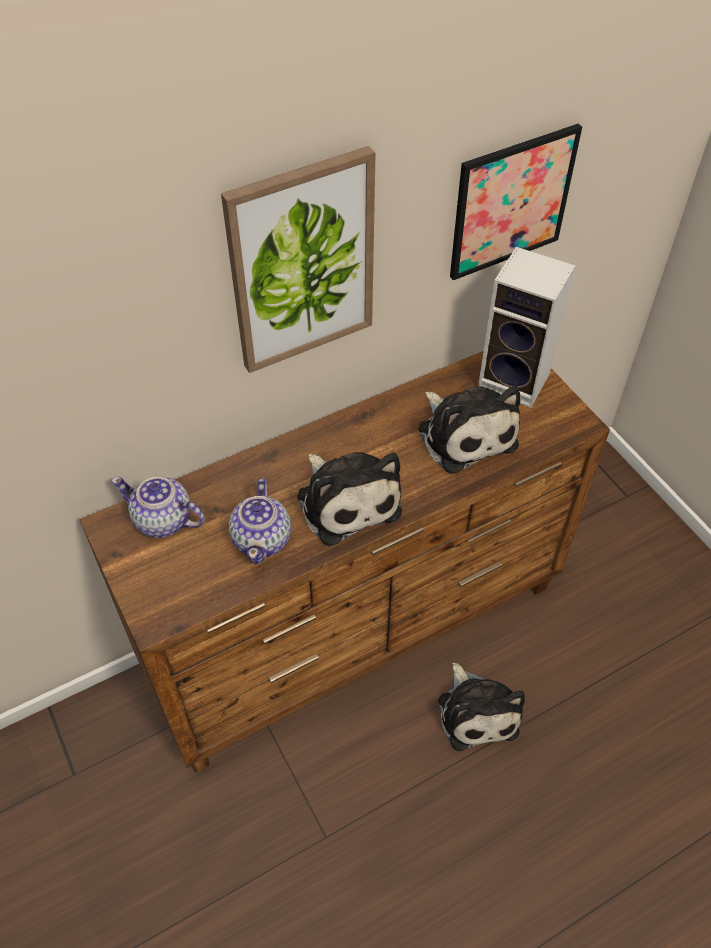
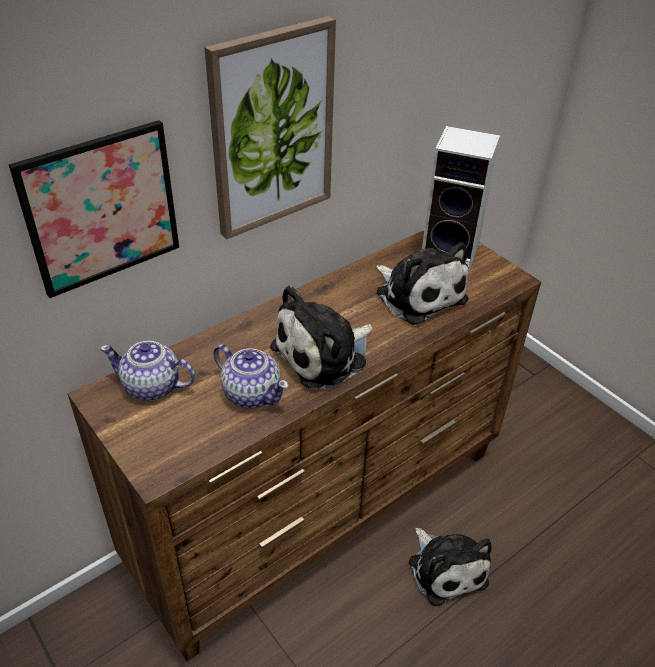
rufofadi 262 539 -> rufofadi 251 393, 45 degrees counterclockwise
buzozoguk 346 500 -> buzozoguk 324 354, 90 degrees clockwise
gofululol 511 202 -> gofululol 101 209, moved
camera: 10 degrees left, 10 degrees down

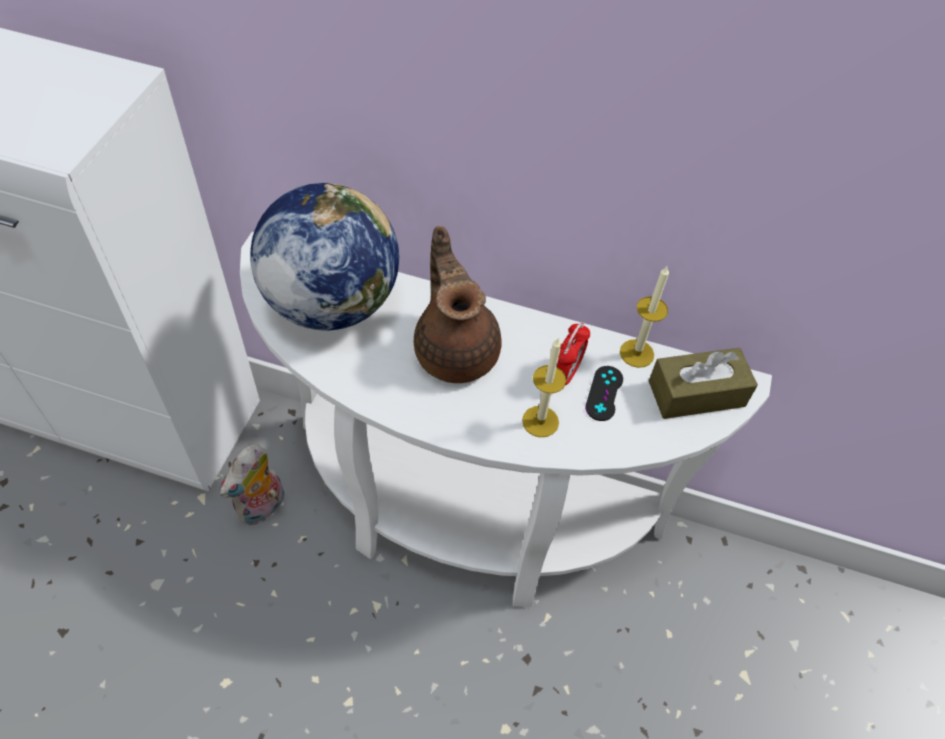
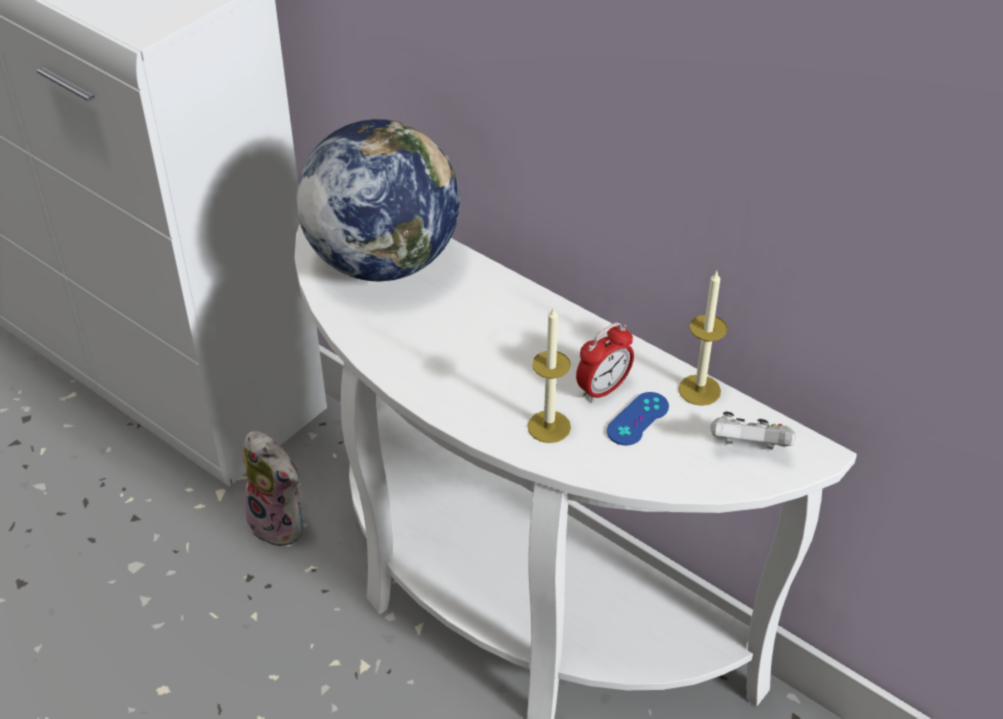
buzozoguk 262 508 -> buzozoguk 281 523, 105 degrees counterclockwise
brown rufofadi 456 349 -> none
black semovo 604 393 -> blue semovo 638 419
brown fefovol 696 393 -> white semovo 749 447
camera: 25 degrees right, 10 degrees down

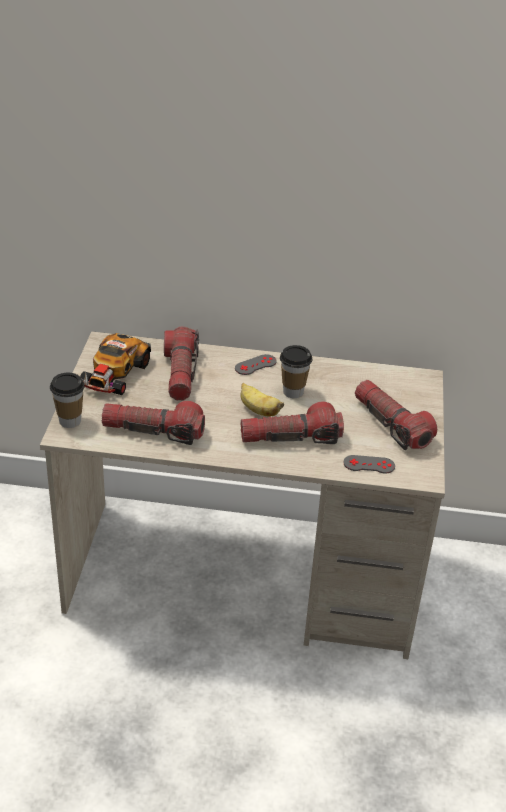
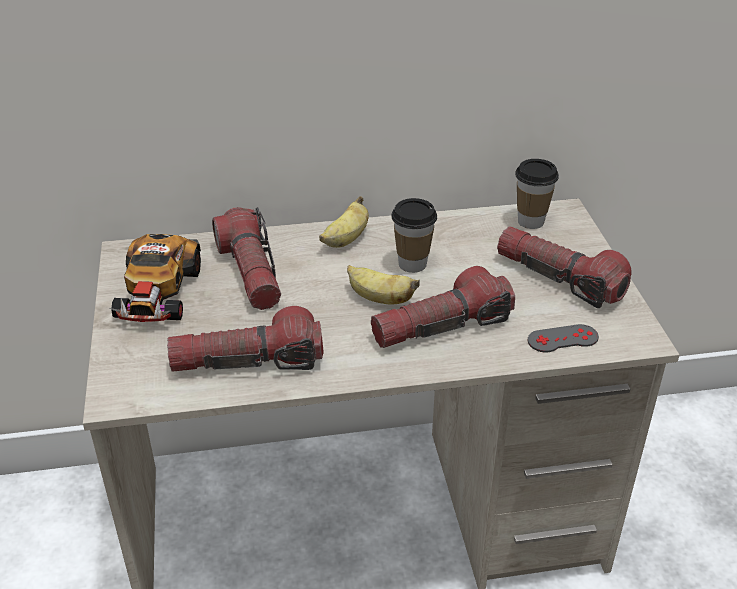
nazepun 70 421 -> nazepun 530 221, moved
grey semovo 255 365 -> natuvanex 346 240
camera: 15 degrees left, 0 degrees up

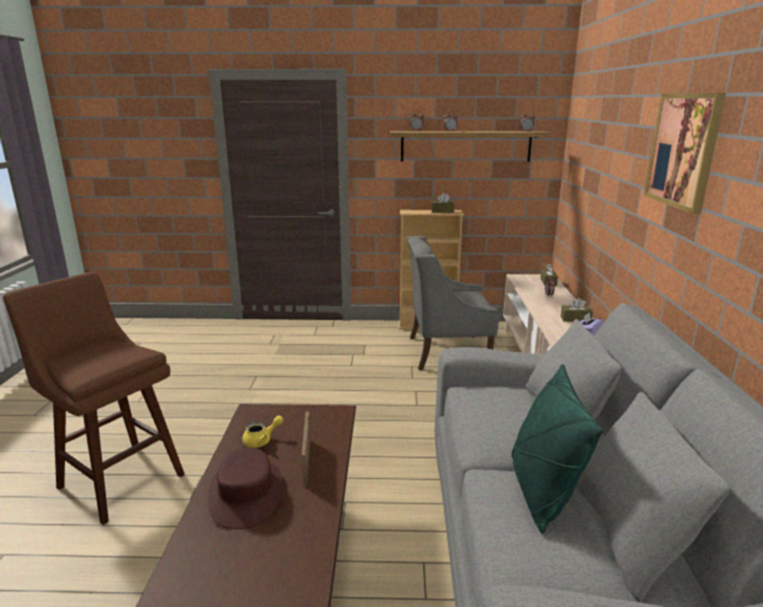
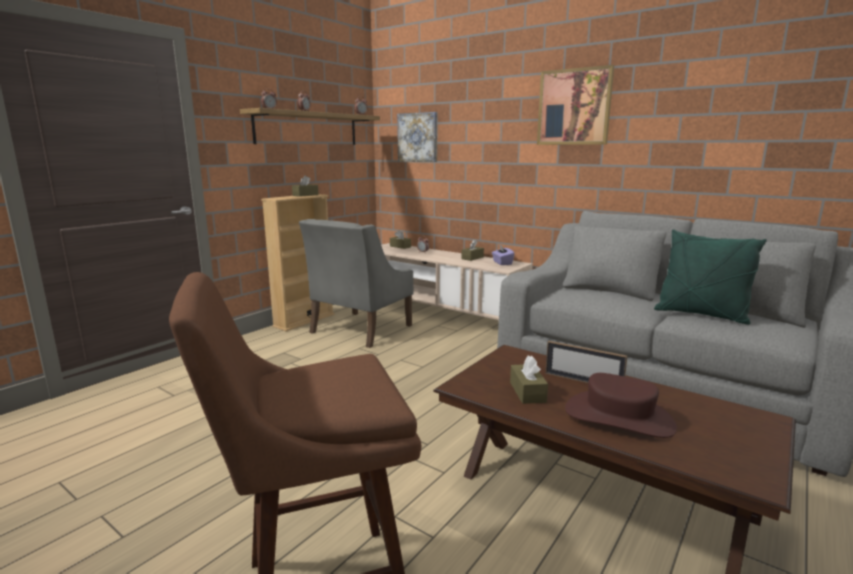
yellow rufofadi 262 440 -> brown fefovol 527 392
none -> gofululol 418 137
camera: 55 degrees left, 5 degrees down

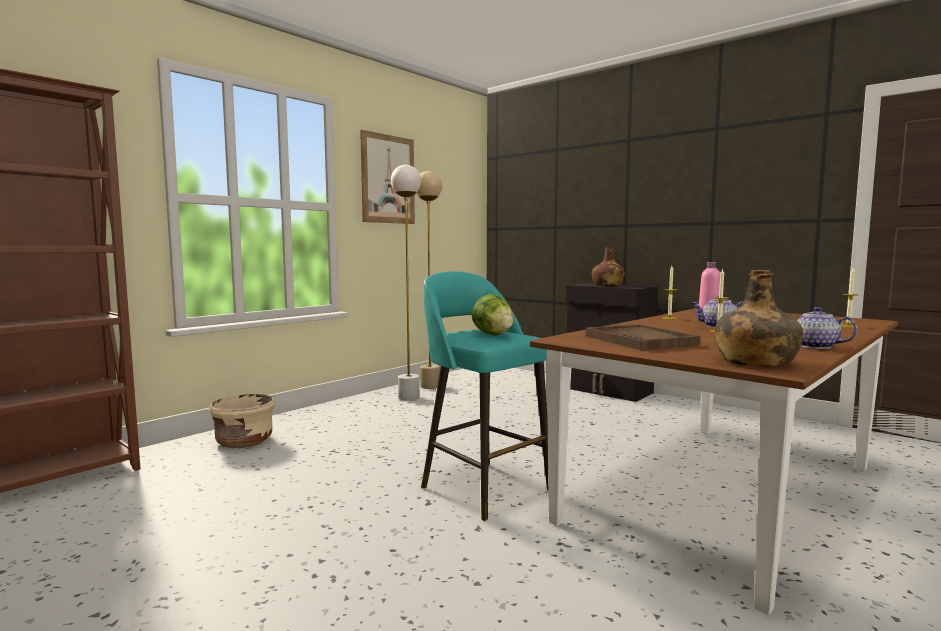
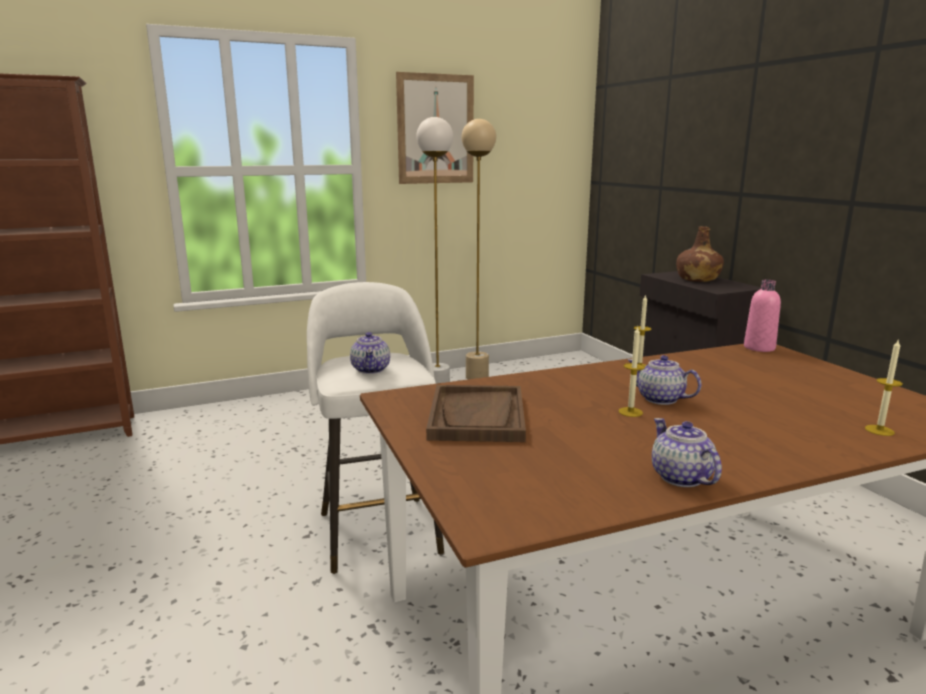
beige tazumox 244 441 -> none
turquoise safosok 483 487 -> white safosok 379 530
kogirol 493 335 -> rufofadi 371 369
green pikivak 754 362 -> none
camera: 25 degrees right, 10 degrees up

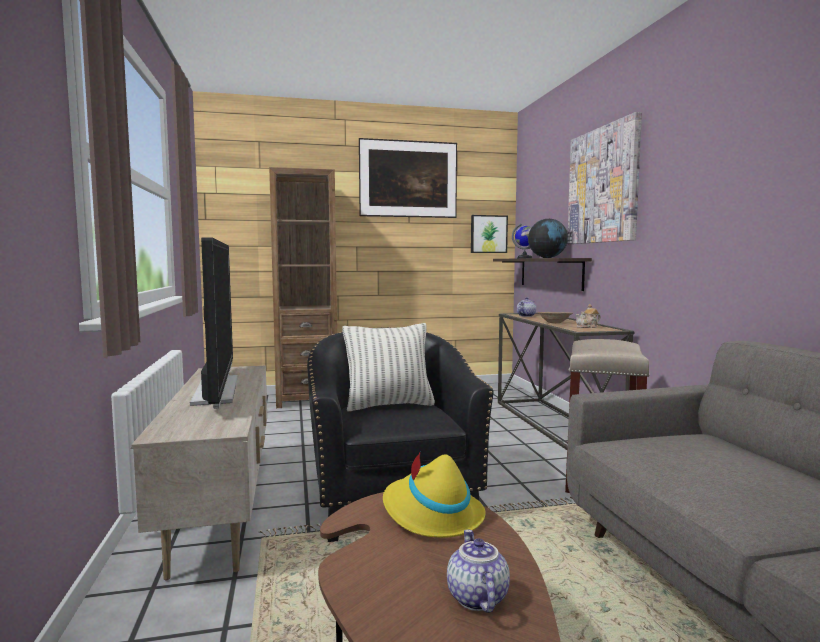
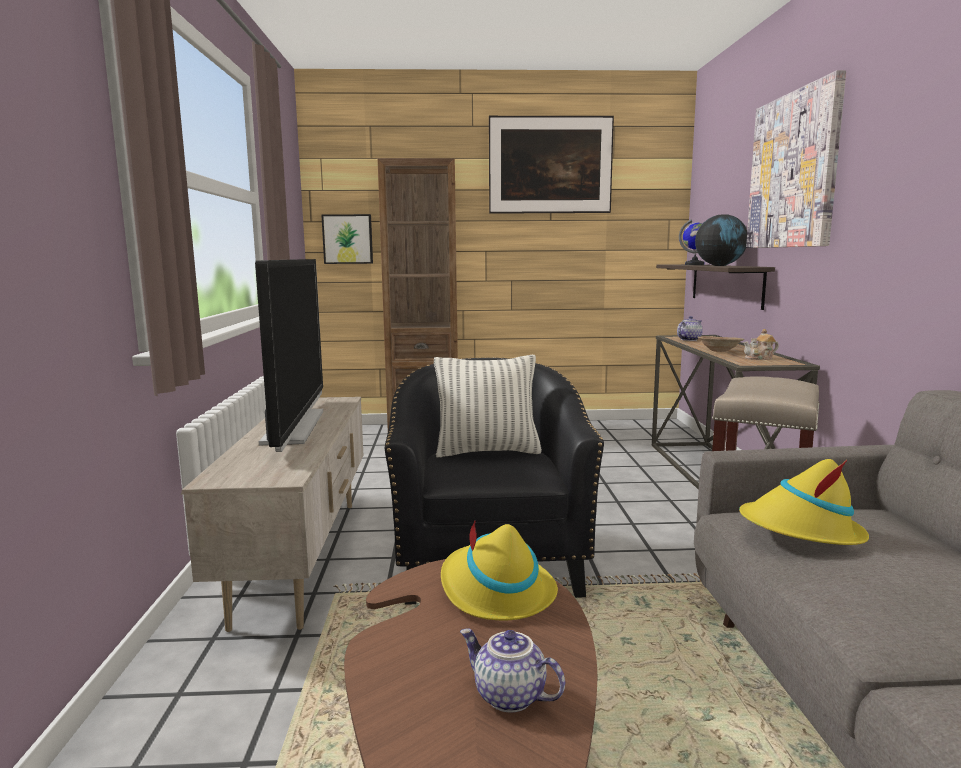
rufofadi 475 597 -> rufofadi 508 696, 60 degrees counterclockwise
gofululol 488 234 -> gofululol 347 239, moved
none -> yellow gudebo 801 531
camera: 10 degrees right, 5 degrees up

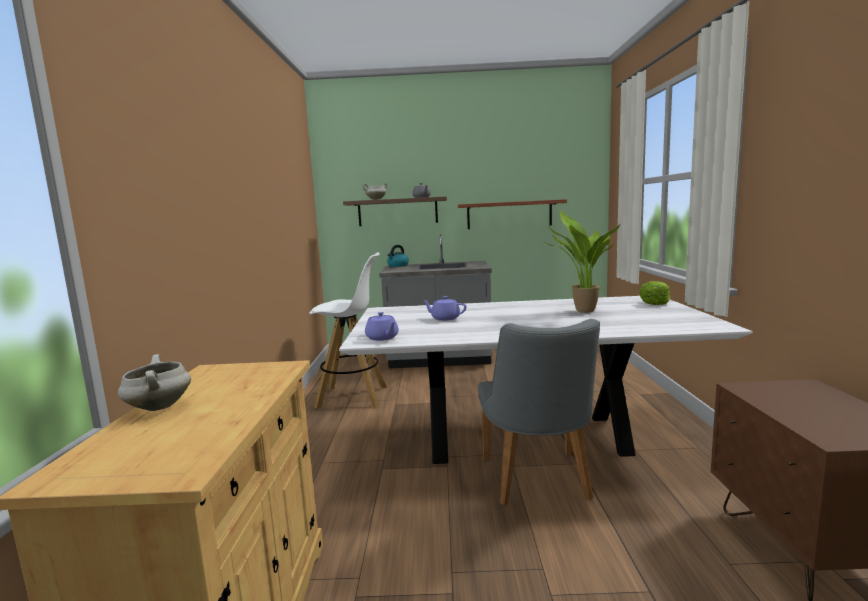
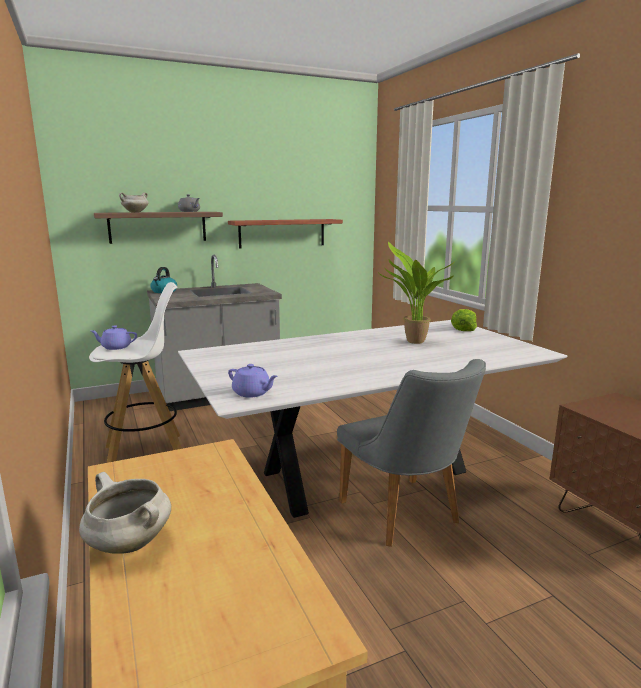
purple rufofadi 445 318 -> purple rufofadi 115 347, moved
camera: 25 degrees left, 5 degrees up

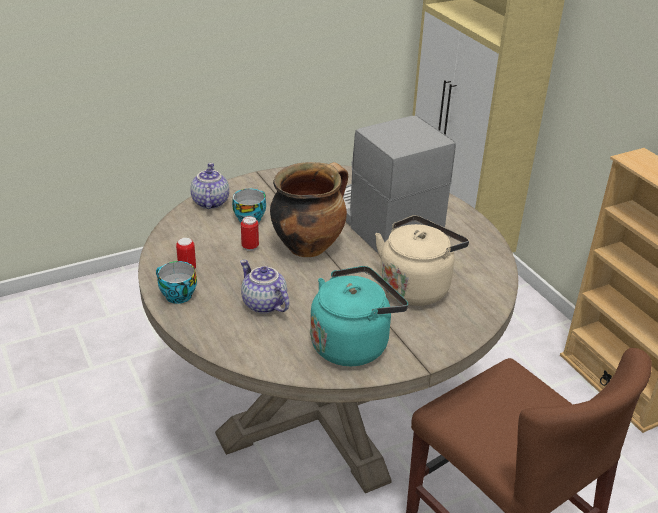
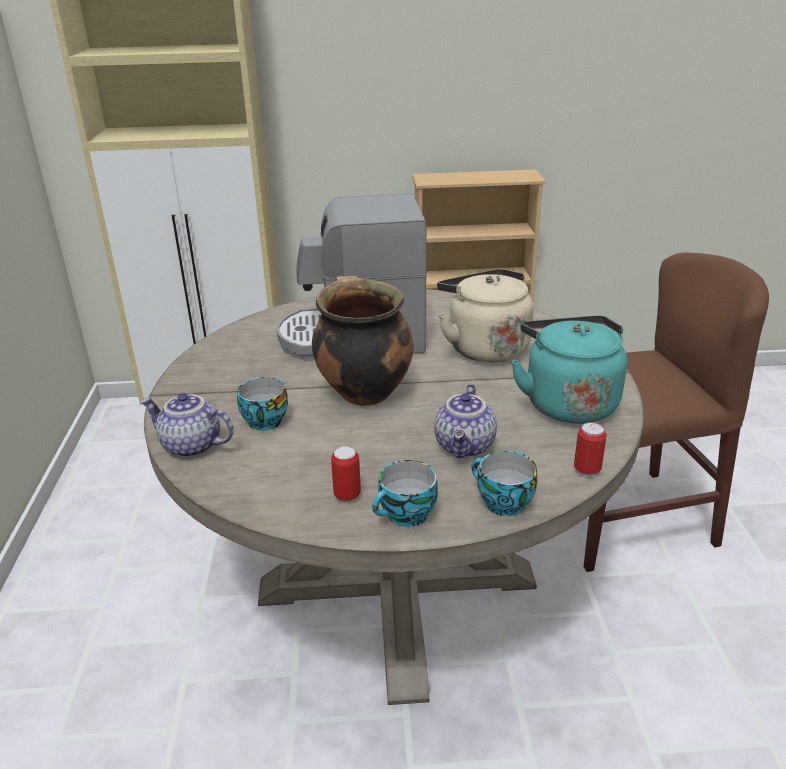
rufofadi 263 304 -> rufofadi 466 446, 60 degrees counterclockwise
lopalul 250 247 -> lopalul 587 470, moved
none -> nazepun 501 503
camera: 65 degrees left, 5 degrees down

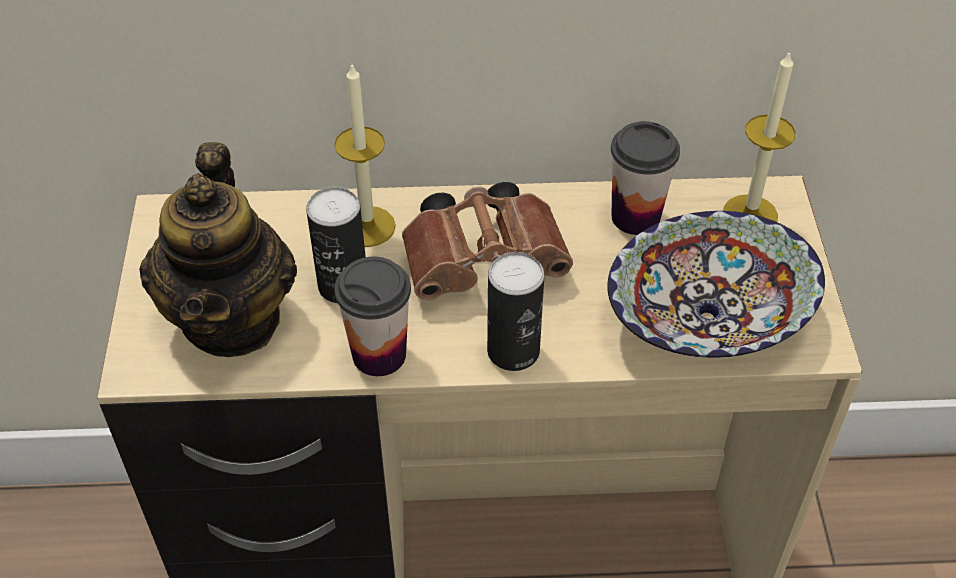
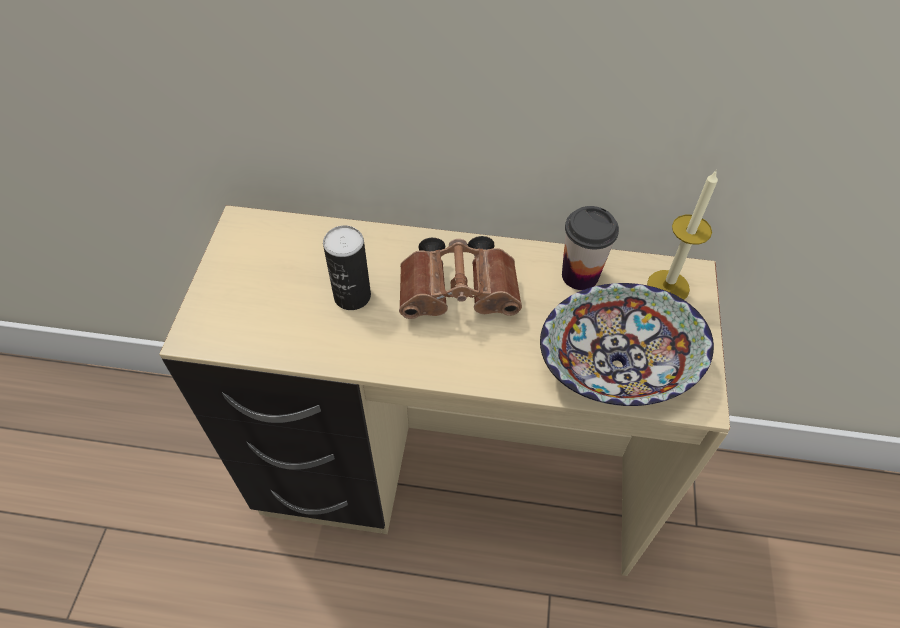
rufofadi 232 318 -> none
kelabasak 367 226 -> none
nazepun 379 354 -> none
lopalul 513 351 -> none
camera: 10 degrees right, 5 degrees up

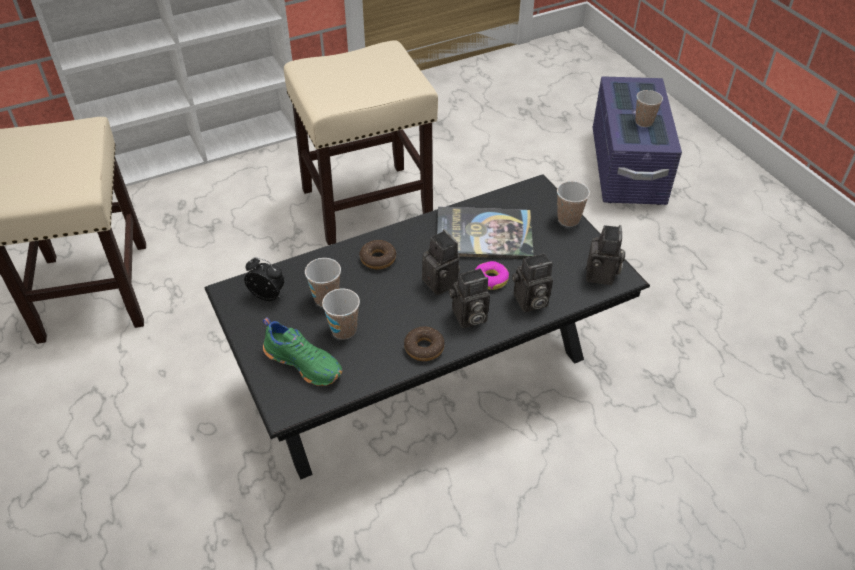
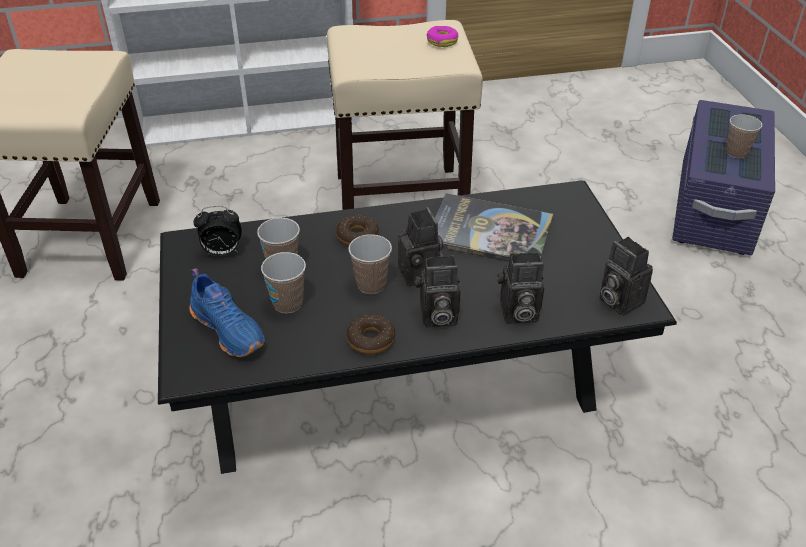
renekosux 268 295 -> renekosux 222 252, 135 degrees clockwise
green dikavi 304 362 -> blue dikavi 229 329
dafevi 490 279 -> dafevi 442 41, moved
nazepun 568 220 -> nazepun 371 285, moved
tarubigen 602 276 -> tarubigen 617 300, 120 degrees clockwise
camera: 15 degrees right, 5 degrees down

